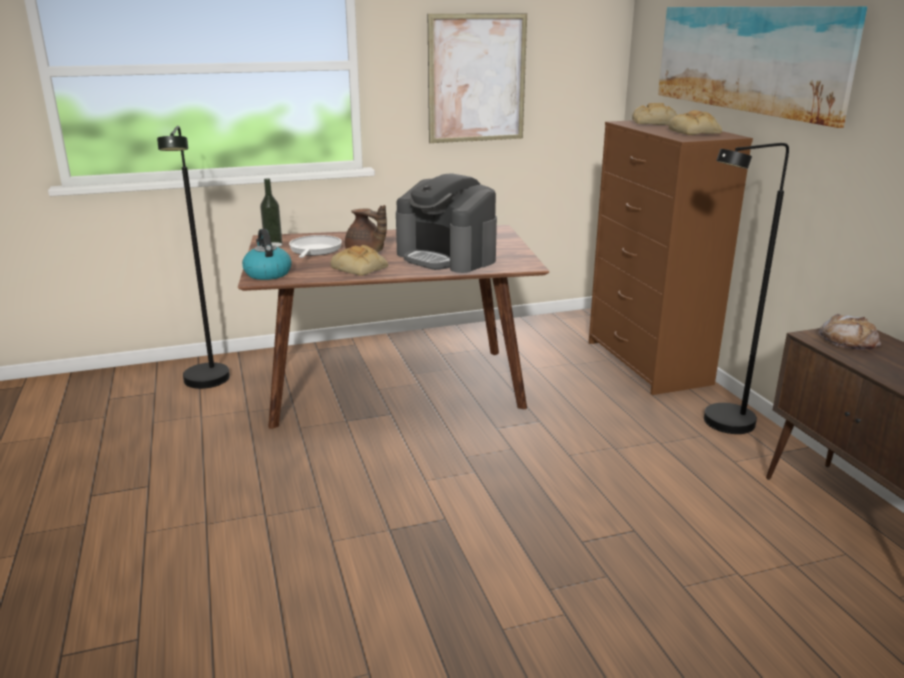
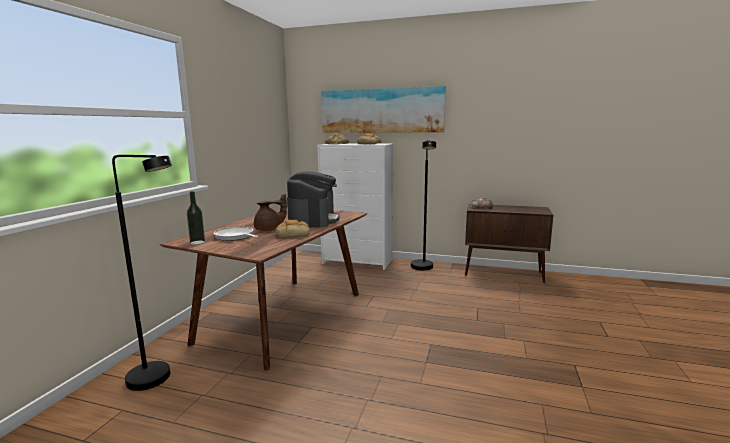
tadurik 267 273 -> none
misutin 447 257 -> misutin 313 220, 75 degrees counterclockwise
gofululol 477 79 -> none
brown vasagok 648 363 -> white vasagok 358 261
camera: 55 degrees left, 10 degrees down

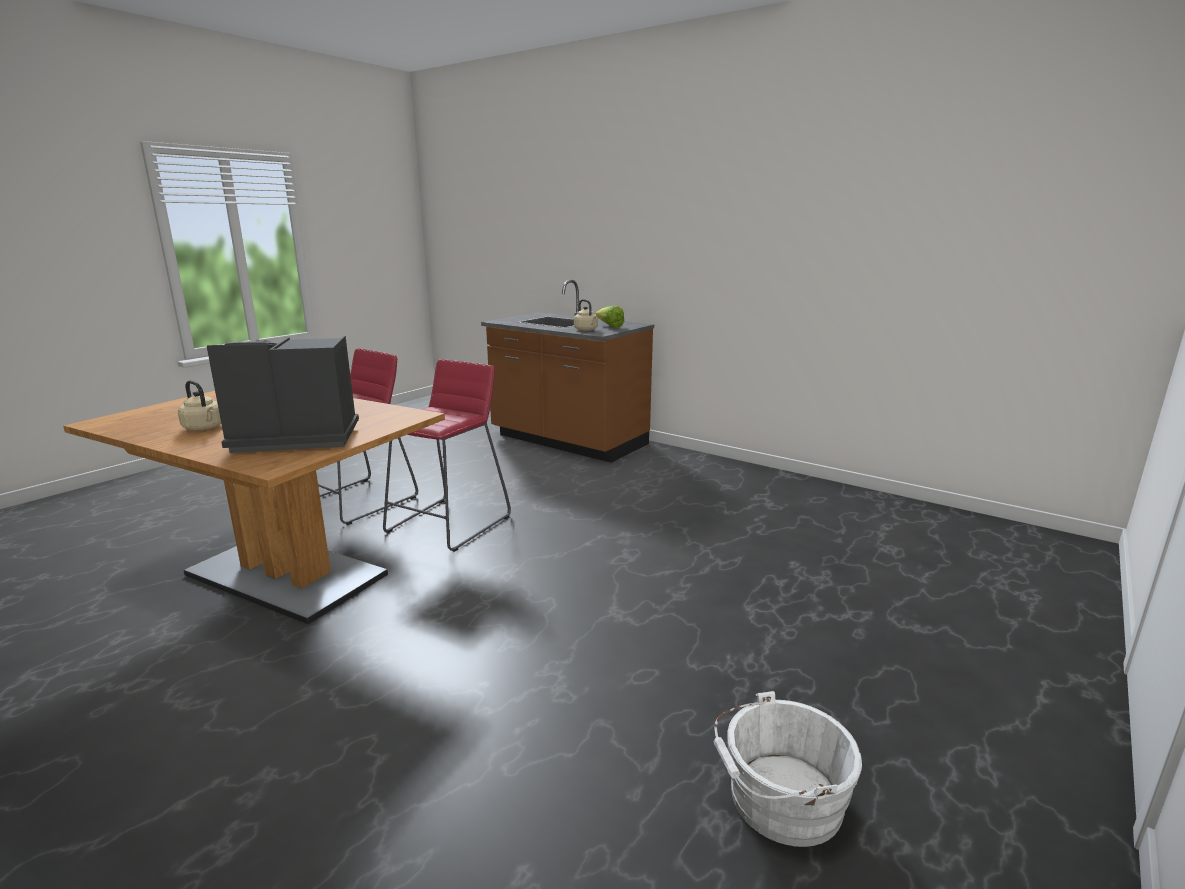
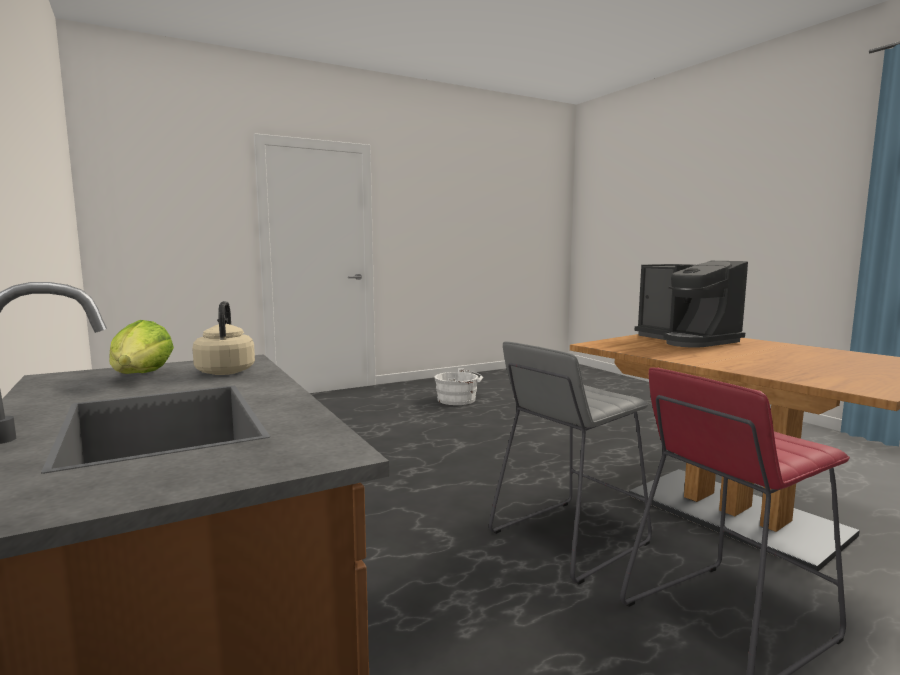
beige tadurik 205 428 -> none
misutin 293 438 -> misutin 687 340, 45 degrees clockwise
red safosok 449 524 -> grey safosok 569 538
camera: 155 degrees left, 10 degrees down

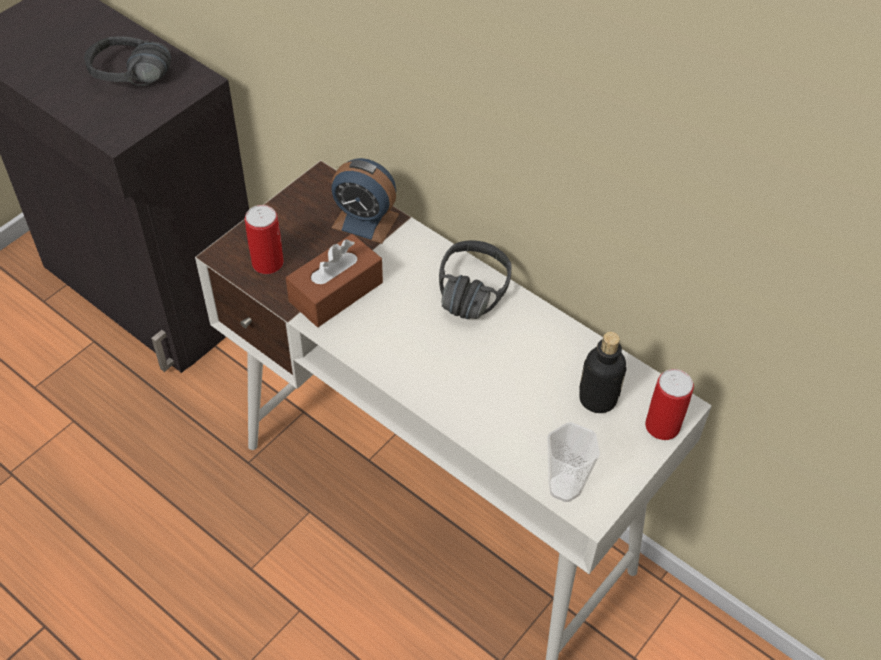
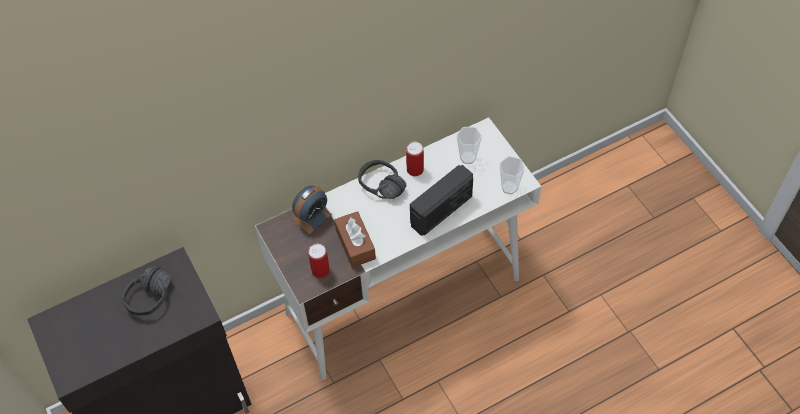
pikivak 597 398 -> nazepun 468 157
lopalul 662 426 -> lopalul 415 169, moved
none -> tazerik 441 211
camera: 65 degrees left, 5 degrees up

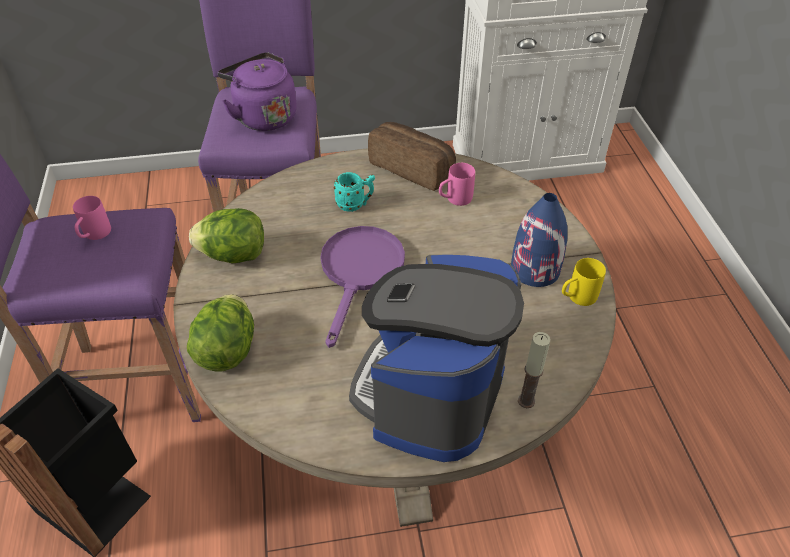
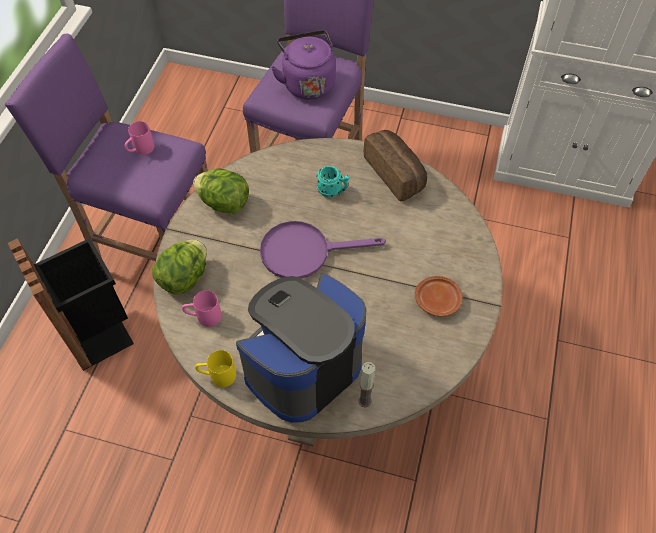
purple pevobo 360 272 -> purple pevobo 305 252, 135 degrees counterclockwise
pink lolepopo 454 199 -> pink lolepopo 203 317, moved
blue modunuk 535 269 -> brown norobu 438 300
yellow lolepopo 576 297 -> yellow lolepopo 217 376, moved
camera: 25 degrees right, 10 degrees up

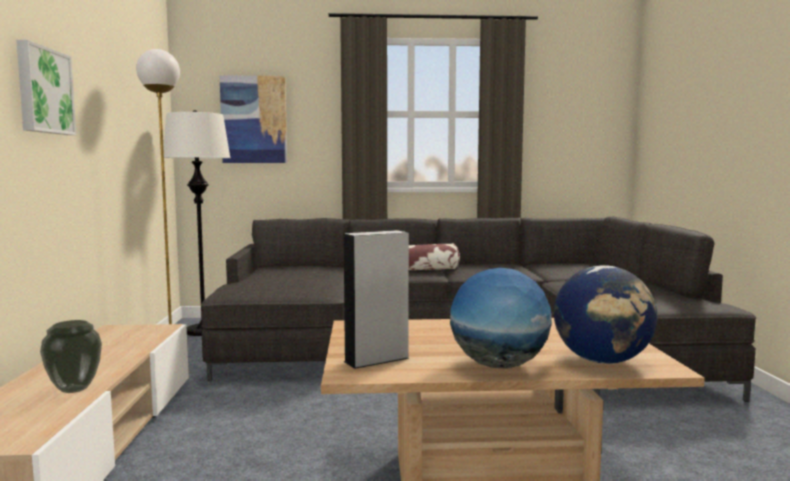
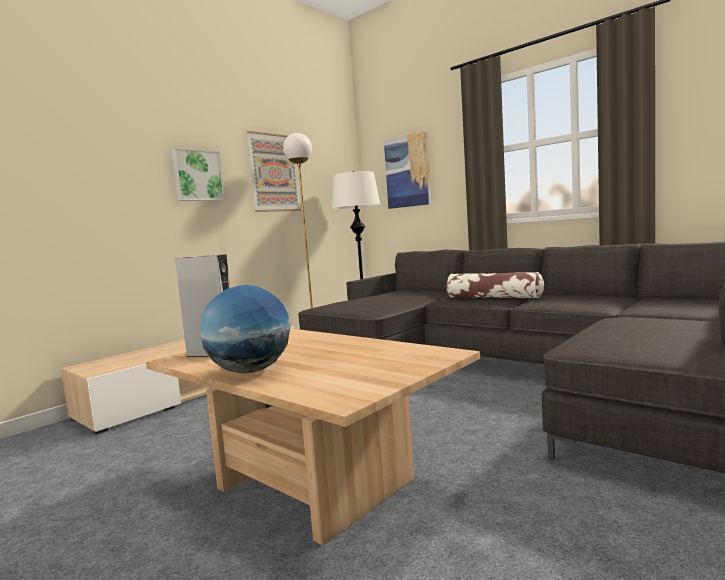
modunuk 73 389 -> none
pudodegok 602 361 -> none
none -> gofululol 274 173
camera: 45 degrees right, 0 degrees up

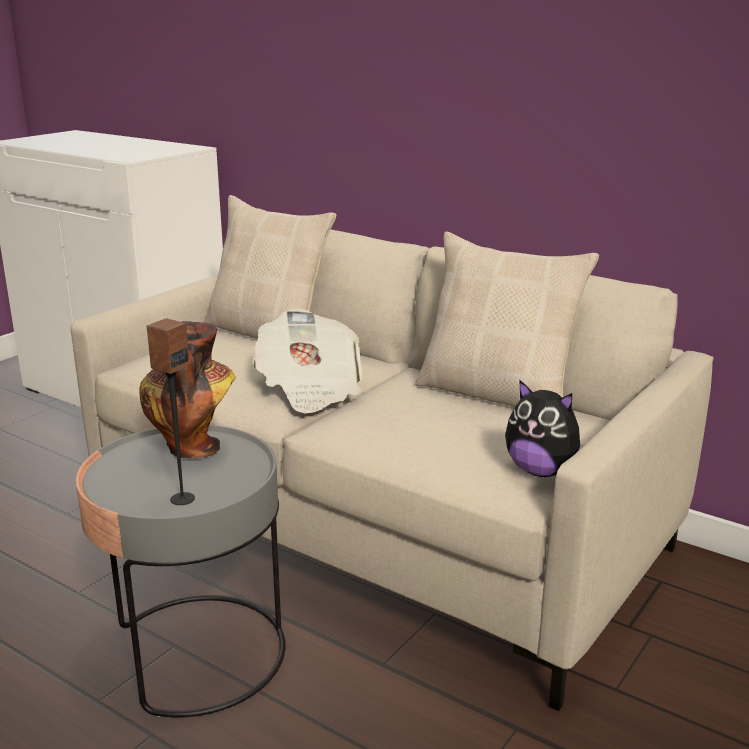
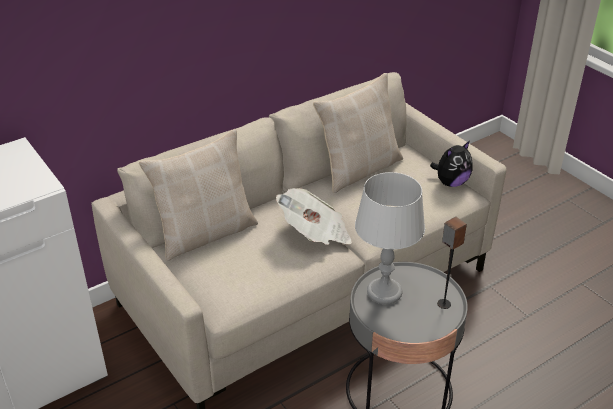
modunuk 193 448 -> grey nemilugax 384 292
camera: 70 degrees left, 15 degrees up

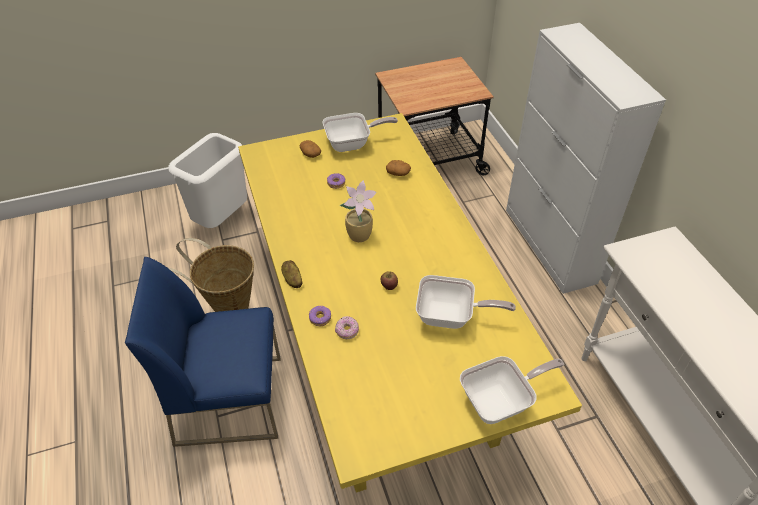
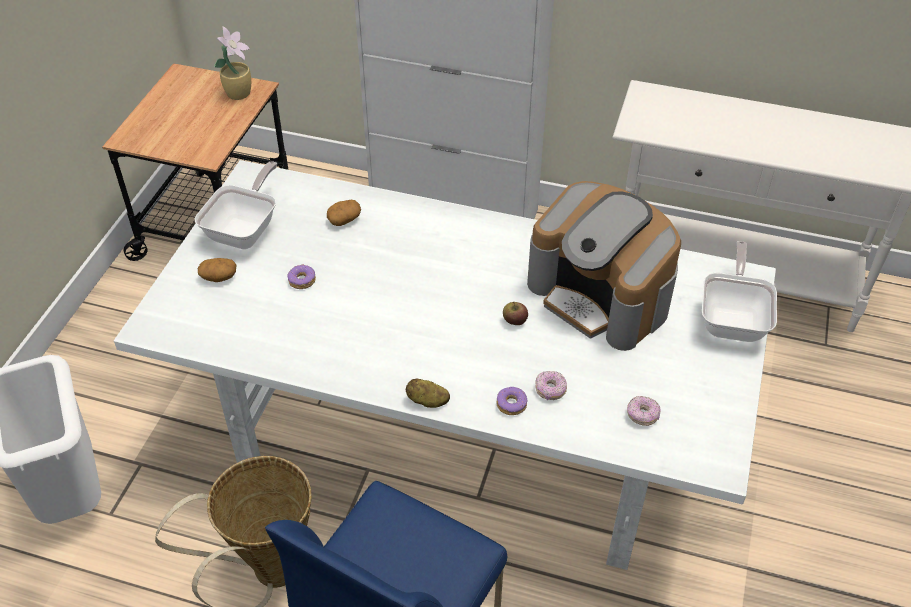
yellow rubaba 381 348 -> white rubaba 457 437
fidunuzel 360 235 -> fidunuzel 239 93, moved
pevobo 451 317 -> misutin 601 296
none -> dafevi 642 415
camera: 55 degrees left, 0 degrees up

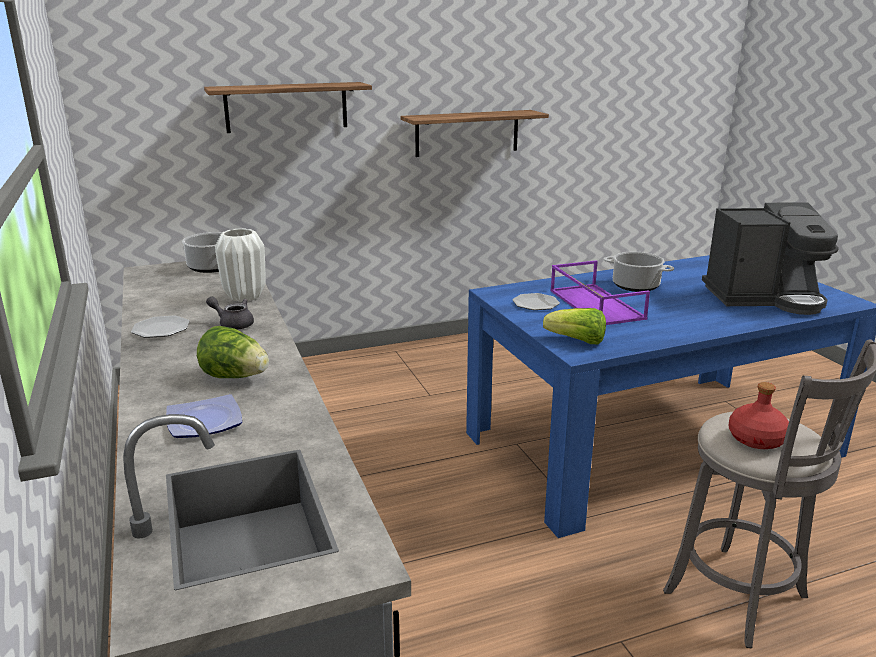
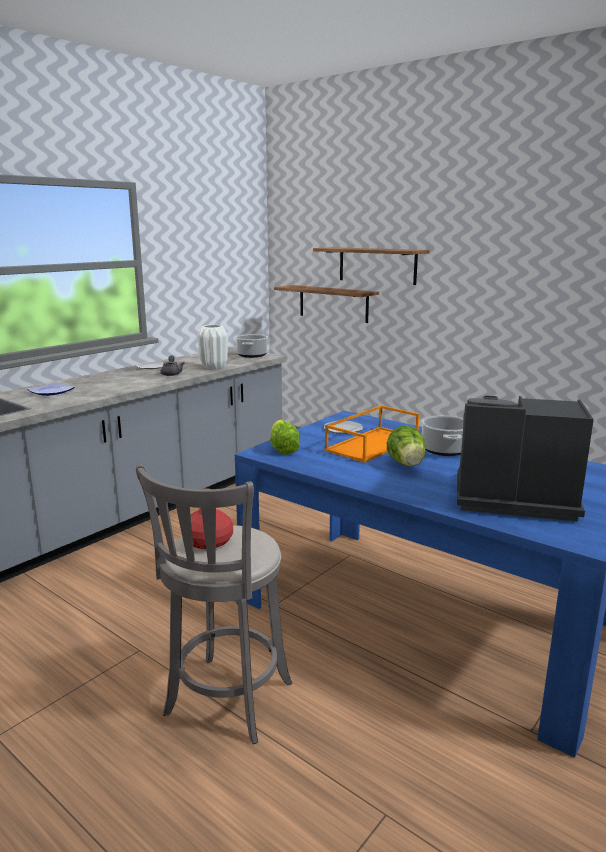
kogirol 235 377 -> kogirol 407 465, moved
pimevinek 467 133 -> pimevinek 333 303, moved
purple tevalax 594 304 -> orange tevalax 372 443
misutin 764 298 -> misutin 510 499, 135 degrees clockwise
camera: 60 degrees right, 5 degrees down

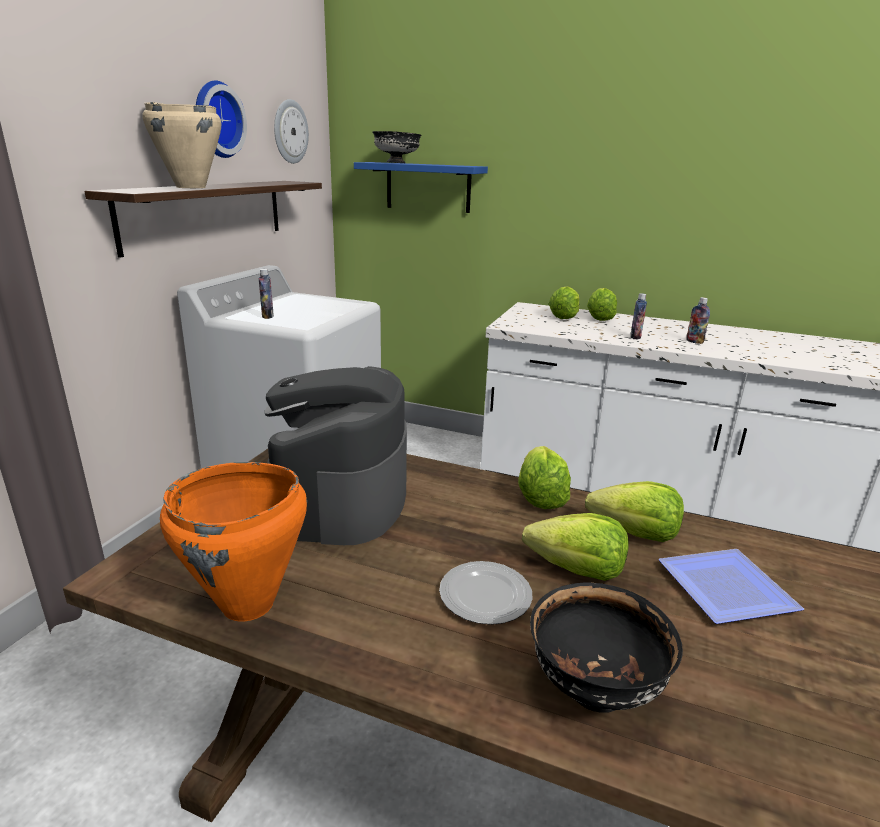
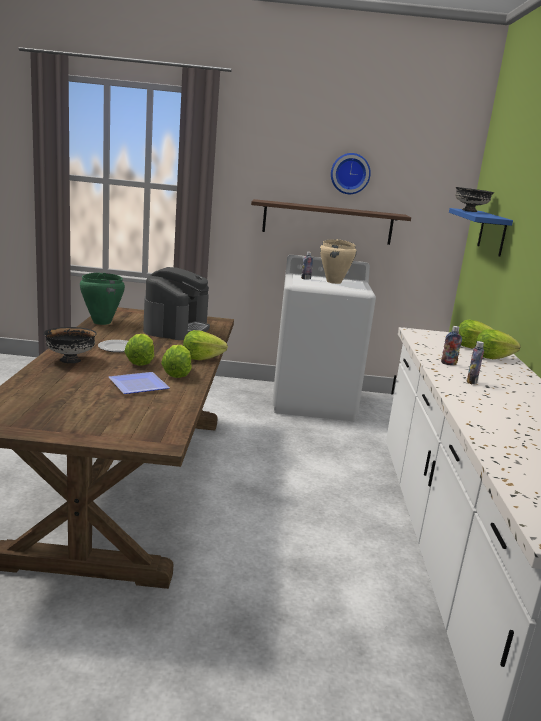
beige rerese 191 187 -> beige rerese 334 282, moved
orange rerese 248 604 -> green rerese 101 322
misutin 340 497 -> misutin 176 328, 120 degrees clockwise
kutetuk 290 132 -> none
camera: 70 degrees right, 5 degrees down

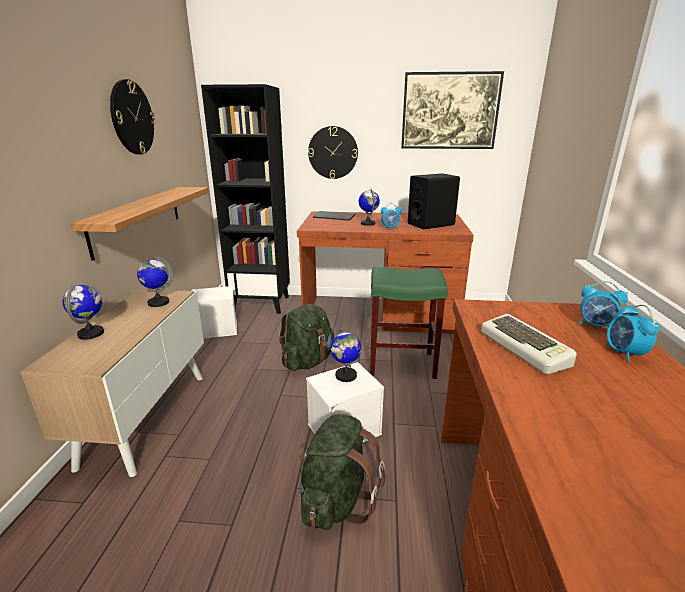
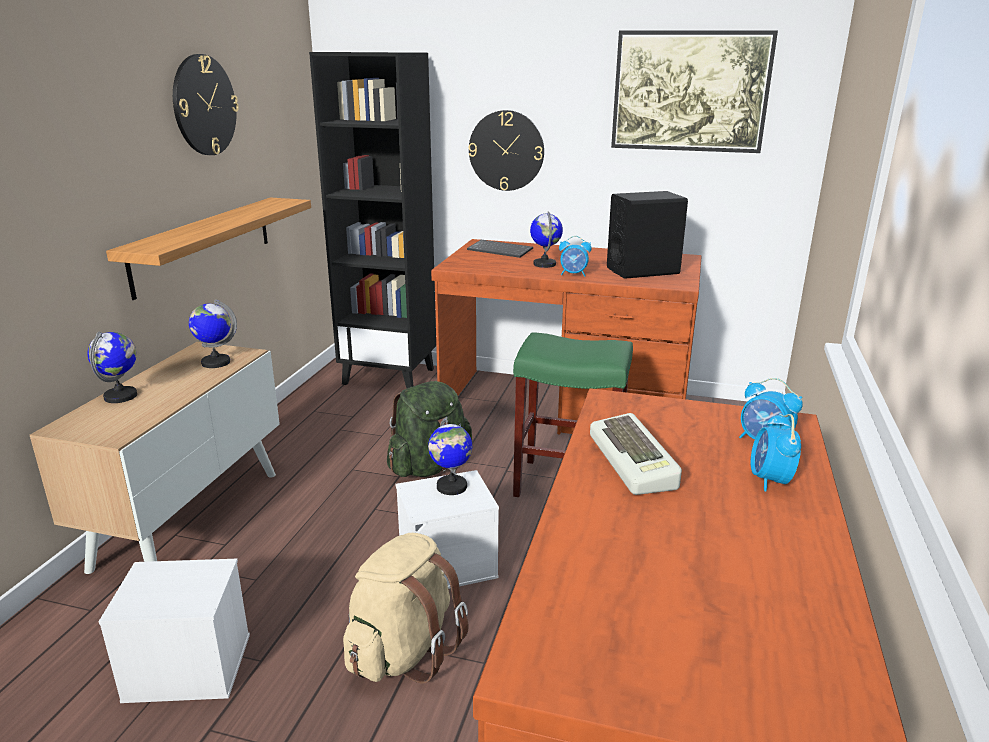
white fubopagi 216 329 -> white fubopagi 186 668, moved
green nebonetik 336 500 -> beige nebonetik 404 651
camera: 10 degrees right, 0 degrees up

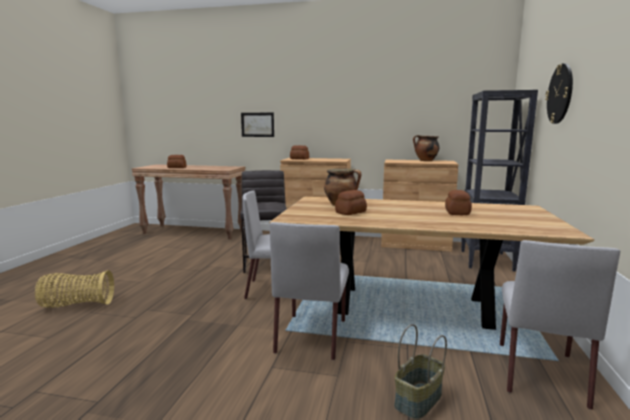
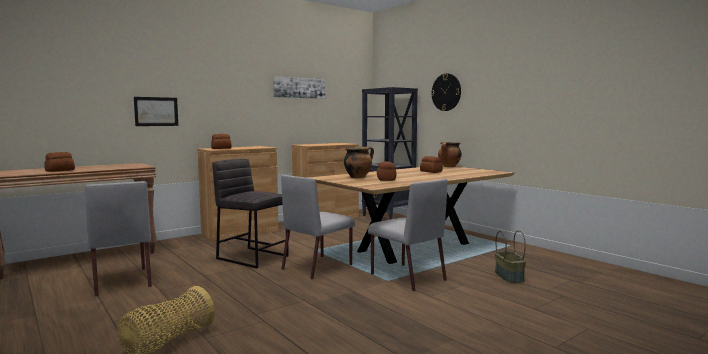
rerese 425 161 -> rerese 449 167, moved
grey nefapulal 539 371 -> grey nefapulal 121 281, moved
none -> gofululol 299 88
camera: 50 degrees left, 5 degrees down

